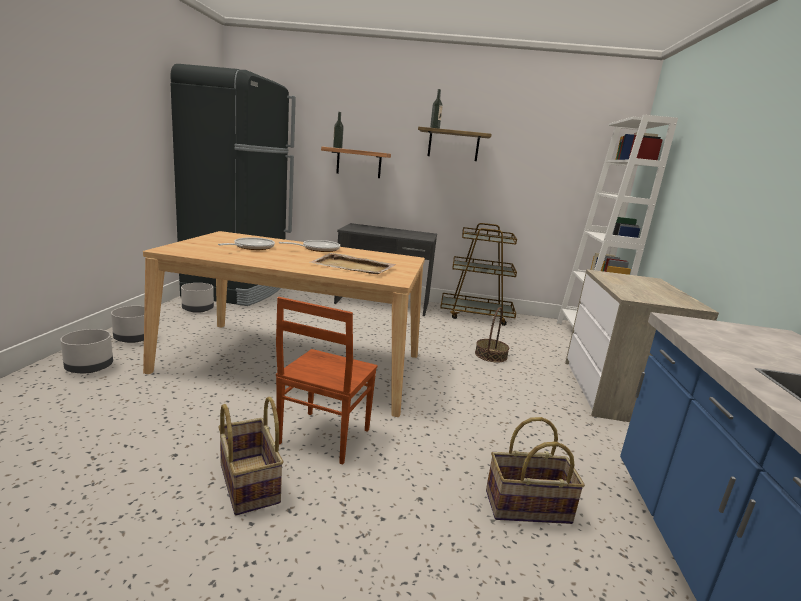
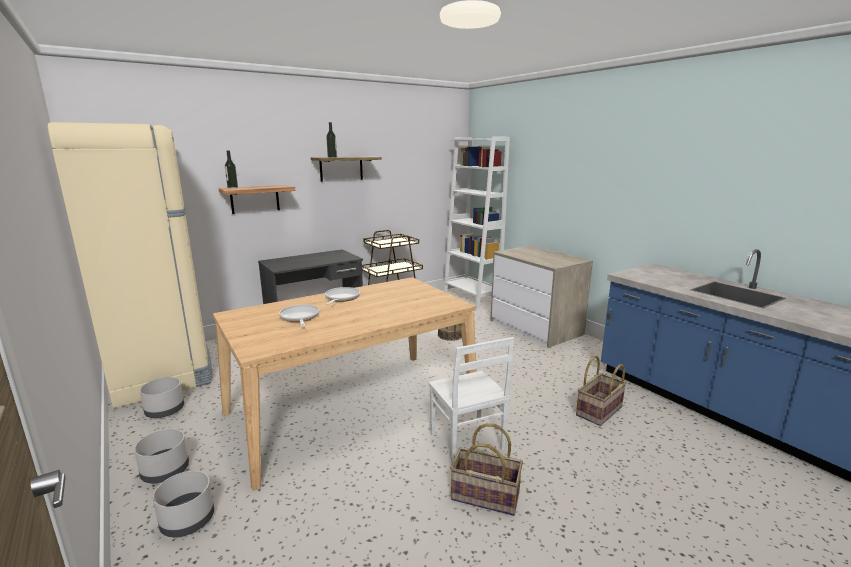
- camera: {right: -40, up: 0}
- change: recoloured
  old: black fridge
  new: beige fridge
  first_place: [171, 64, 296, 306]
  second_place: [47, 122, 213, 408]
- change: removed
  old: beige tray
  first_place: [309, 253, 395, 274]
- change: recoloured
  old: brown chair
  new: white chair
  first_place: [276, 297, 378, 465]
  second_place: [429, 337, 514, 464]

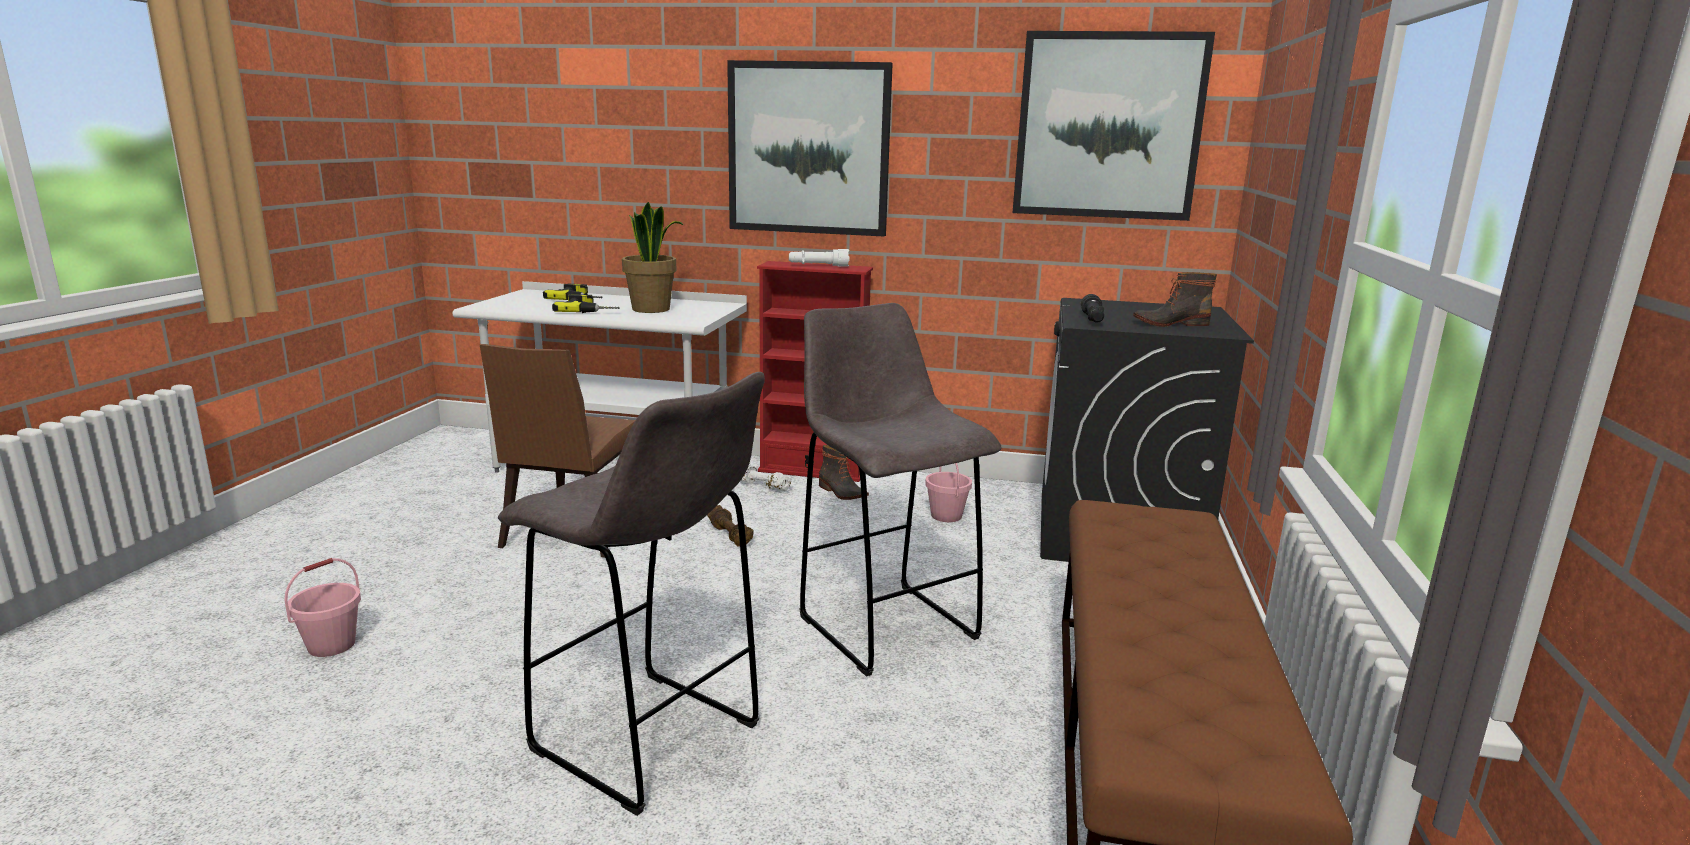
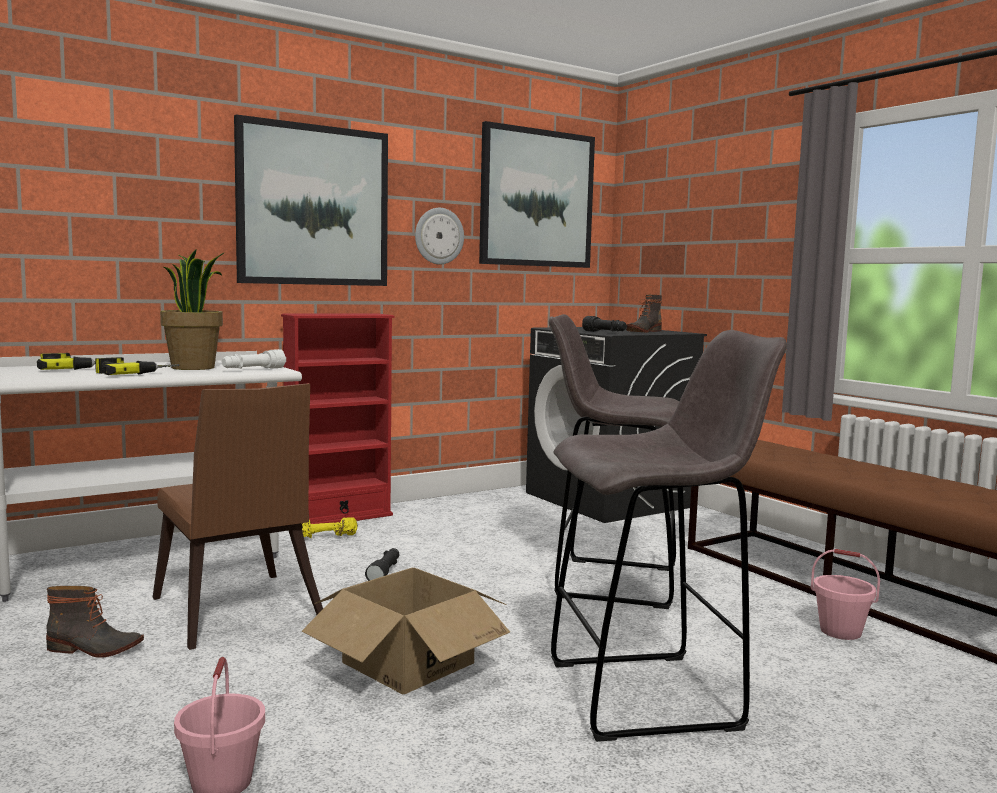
- camera: {right: -45, up: -10}
- change: moved
  old: white flashlight
  first_place: [789, 249, 849, 267]
  second_place: [222, 349, 286, 369]
- change: moved
  old: boot
  first_place: [819, 445, 869, 500]
  second_place: [46, 586, 144, 658]
- change: moved
  old: pink bucket
  first_place: [925, 463, 972, 522]
  second_place: [811, 549, 880, 640]
- change: recoloured
  old: white dumbbell
  new: yellow dumbbell
  first_place: [741, 466, 792, 491]
  second_place: [302, 517, 358, 538]
- change: replaced
  old: brown dumbbell
  new: black flashlight
  first_place: [707, 505, 753, 547]
  second_place: [365, 548, 399, 581]
- change: added
  new: wall clock
  second_place: [415, 208, 464, 264]
- change: added
  new: cardboard box
  second_place: [302, 567, 510, 694]

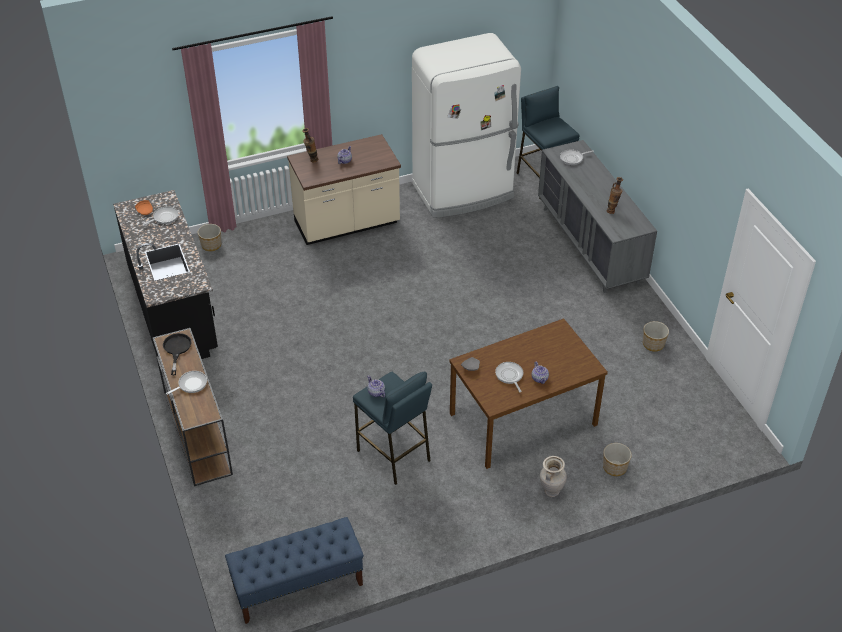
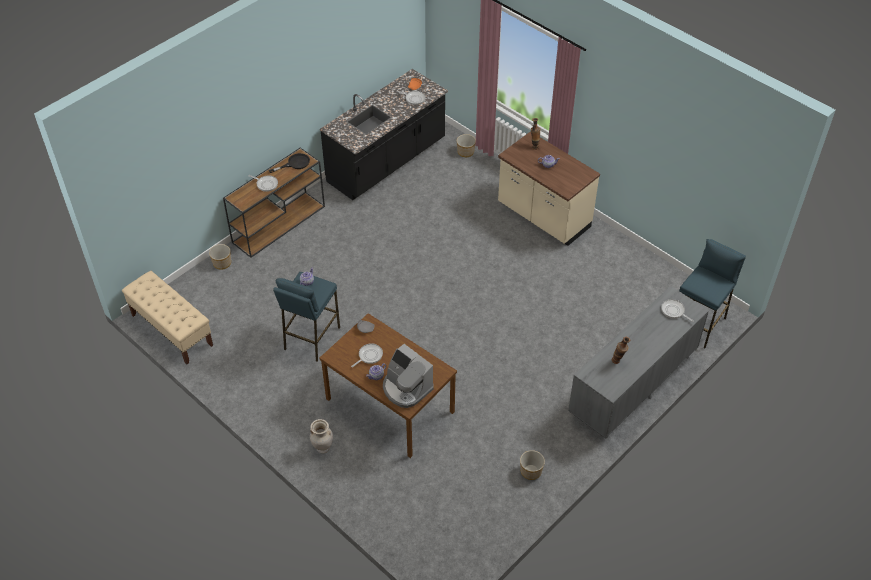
- camera: {right: 65, up: 5}
- change: removed
  old: white fridge
  first_place: [412, 33, 521, 218]
- change: moved
  old: planter
  first_place: [603, 443, 632, 476]
  second_place: [209, 244, 231, 270]
- change: recoloured
  old: blue bench
  new: beige bench
  first_place: [225, 517, 364, 624]
  second_place: [122, 271, 213, 364]
- change: added
  new: coffee machine
  second_place: [383, 344, 434, 408]

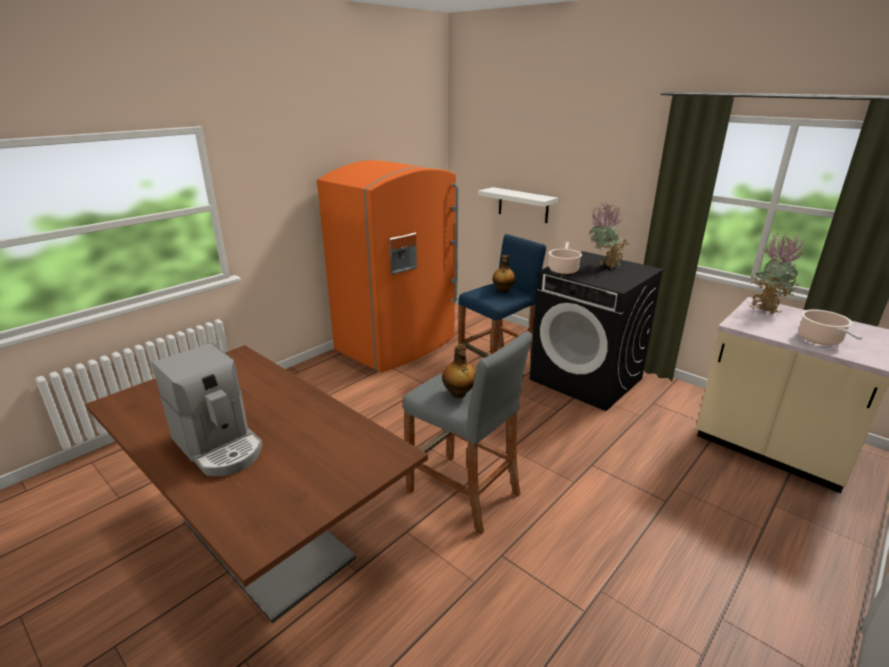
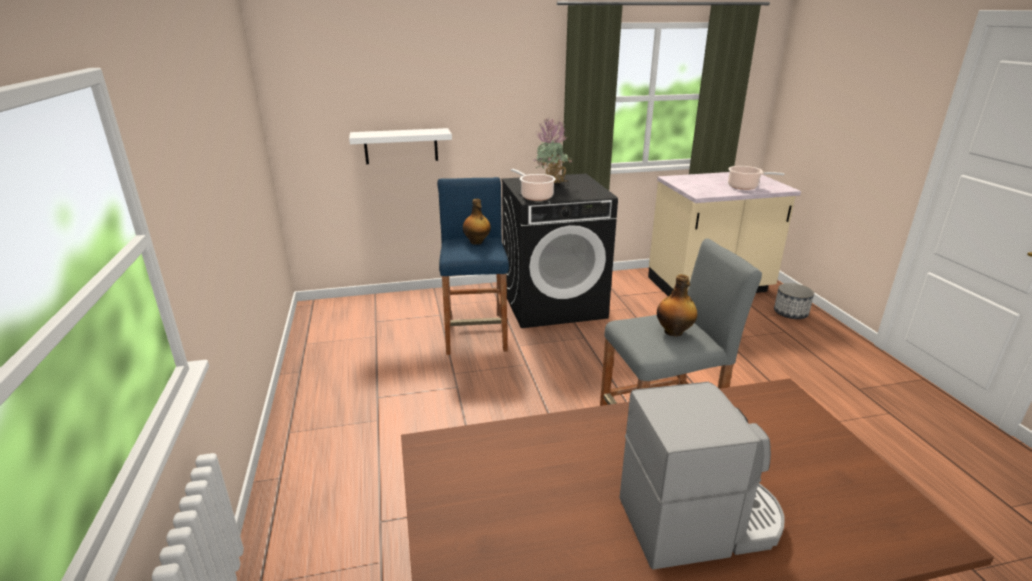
- camera: {right: -55, up: 0}
- change: removed
  old: orange fridge
  first_place: [317, 160, 458, 373]
- change: removed
  old: potted plant
  first_place: [747, 233, 804, 314]
- change: added
  new: planter
  second_place: [774, 283, 814, 319]

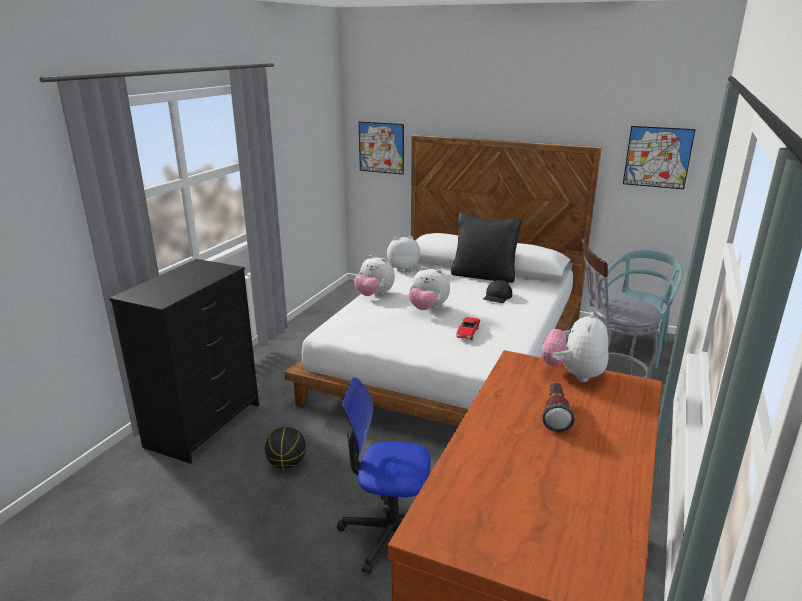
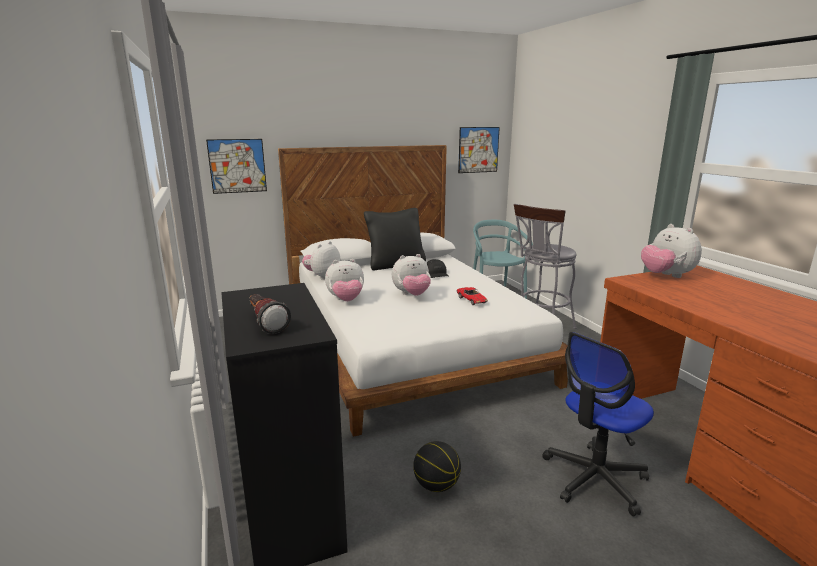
- camera: {right: -45, up: -5}
- change: moved
  old: flashlight
  first_place: [542, 382, 575, 432]
  second_place: [250, 294, 291, 334]

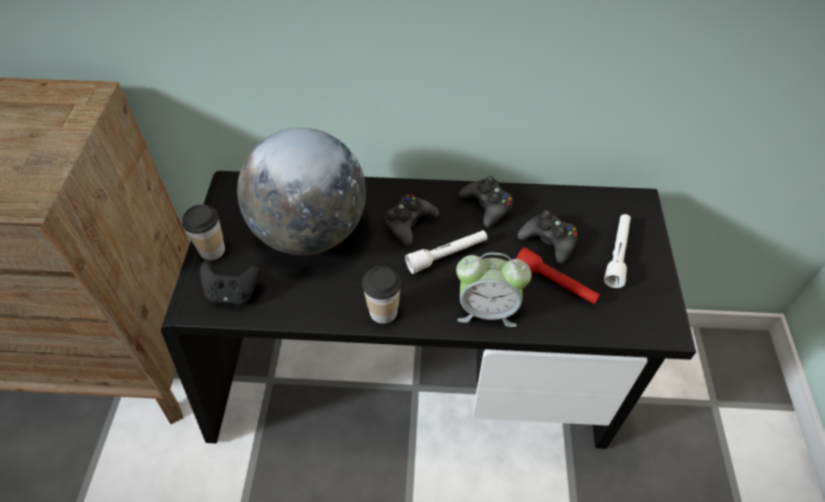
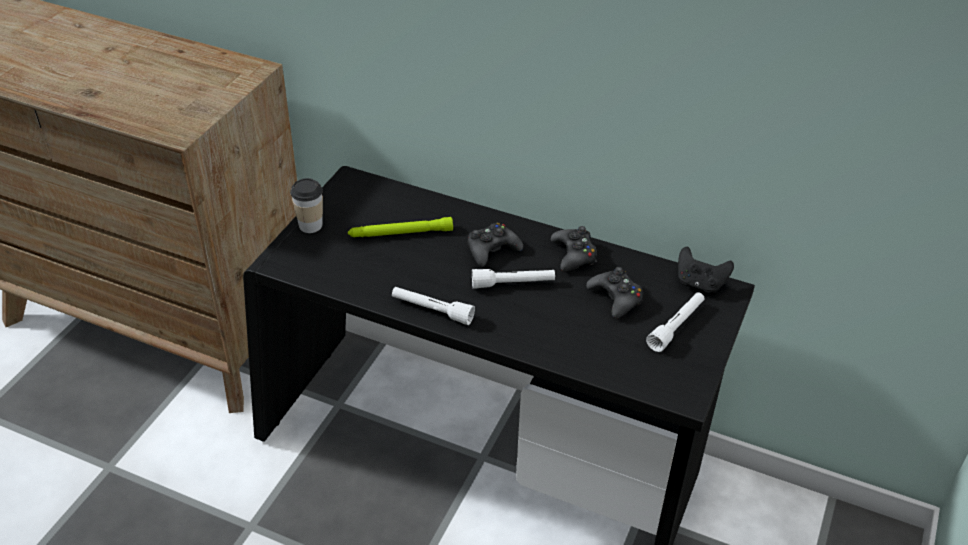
- camera: {right: 20, up: -10}
- change: replaced
  old: globe
  new: green flashlight
  first_place: [237, 128, 366, 255]
  second_place: [348, 217, 453, 237]
- change: removed
  old: red flashlight
  first_place: [516, 247, 600, 304]
- change: removed
  old: alarm clock
  first_place: [456, 253, 532, 327]
- change: moved
  old: black game controller
  first_place: [200, 260, 260, 305]
  second_place: [678, 247, 734, 294]
- change: replaced
  old: cup
  new: white flashlight
  first_place: [362, 266, 401, 324]
  second_place: [392, 287, 475, 325]

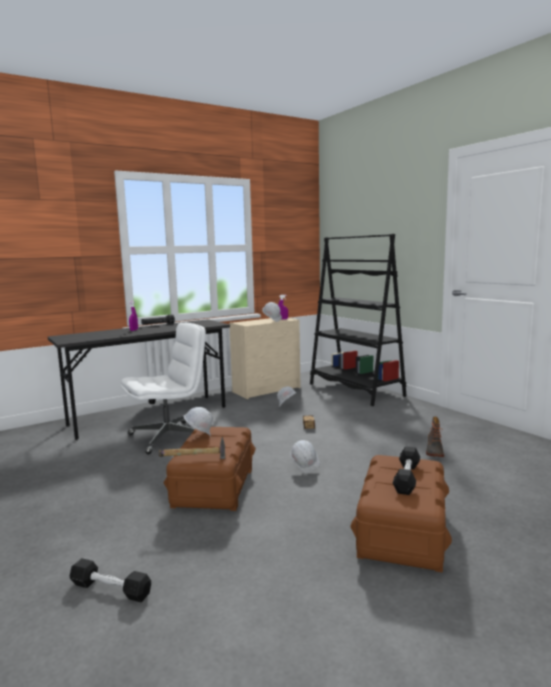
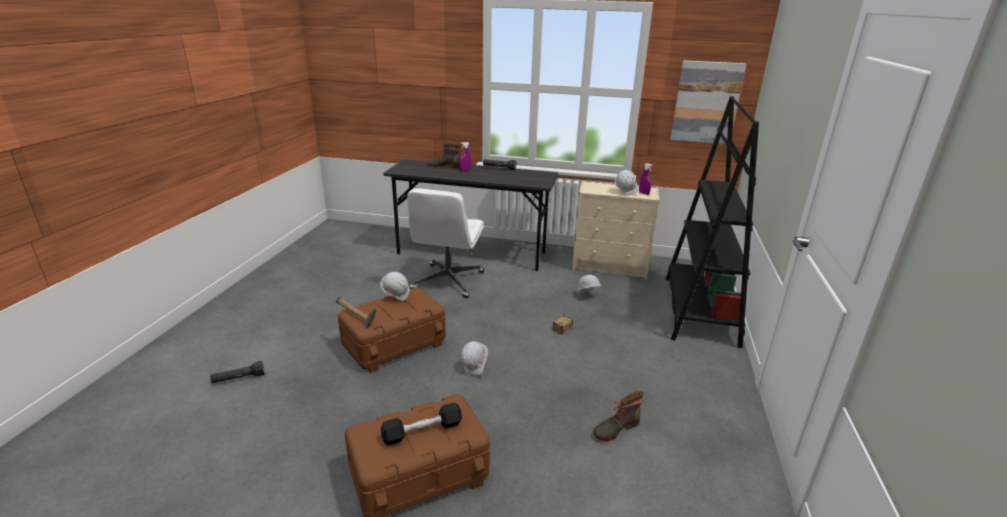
- camera: {right: 45, up: 15}
- change: turned
  old: white office chair
  first_place: [121, 323, 206, 455]
  second_place: [407, 188, 484, 298]
  degrees: 90
- change: replaced
  old: black dumbbell
  new: black flashlight
  first_place: [70, 558, 151, 602]
  second_place: [210, 361, 264, 383]
- change: added
  new: picture
  second_place: [671, 60, 746, 144]
- change: added
  new: boot
  second_place: [426, 143, 461, 168]

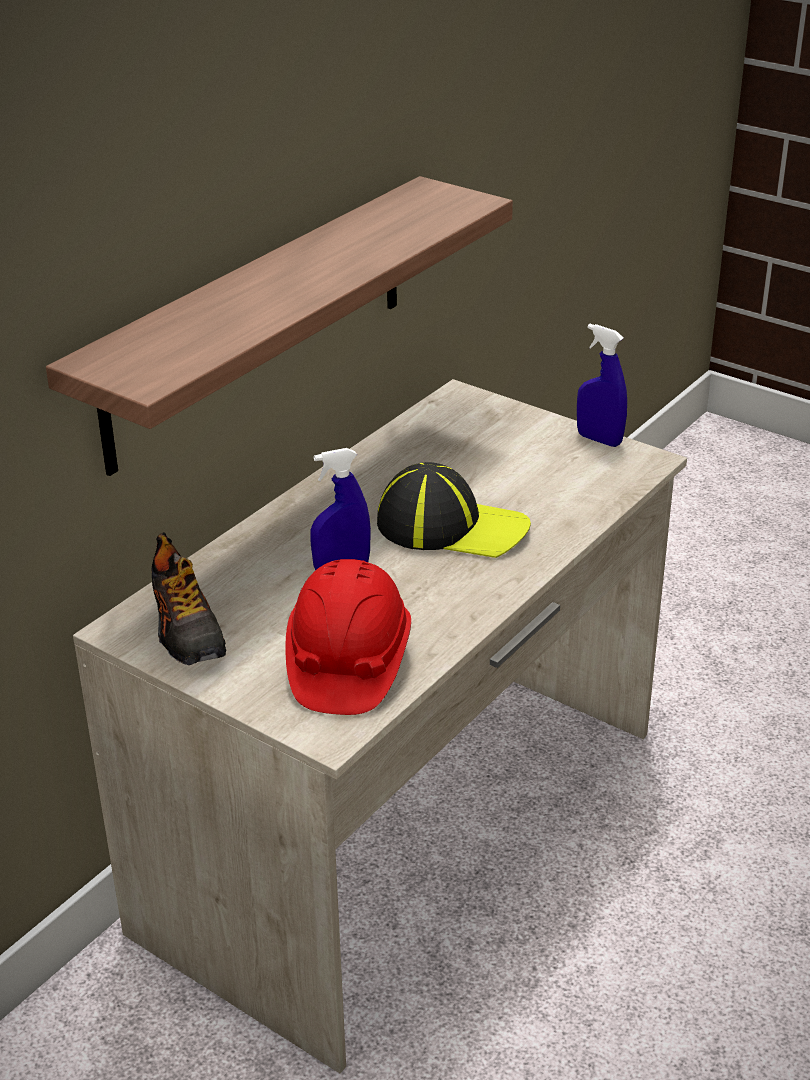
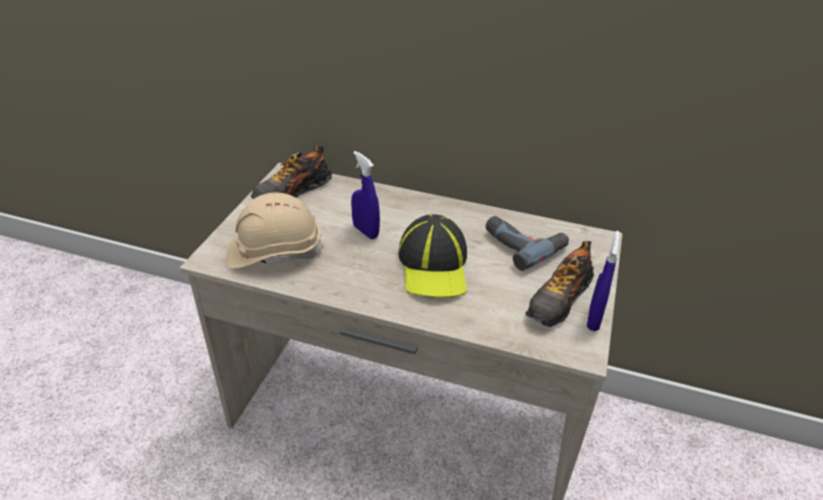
- camera: {right: 70, up: 5}
- change: removed
  old: shelf
  first_place: [46, 176, 513, 476]
- change: recoloured
  old: red hard hat
  new: beige hard hat
  first_place: [286, 559, 411, 715]
  second_place: [226, 192, 323, 269]
- change: added
  new: power drill
  second_place: [485, 216, 569, 271]
- change: added
  new: shoe
  second_place: [526, 241, 594, 327]

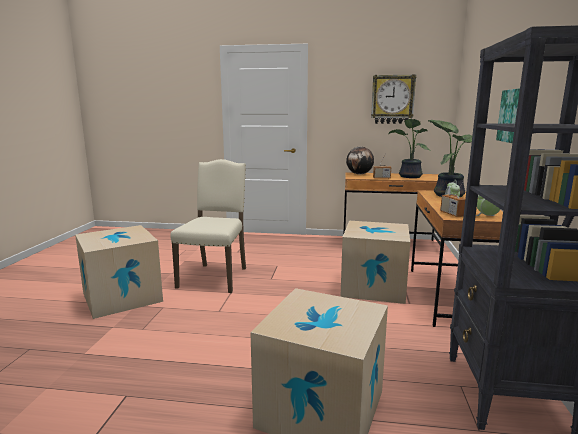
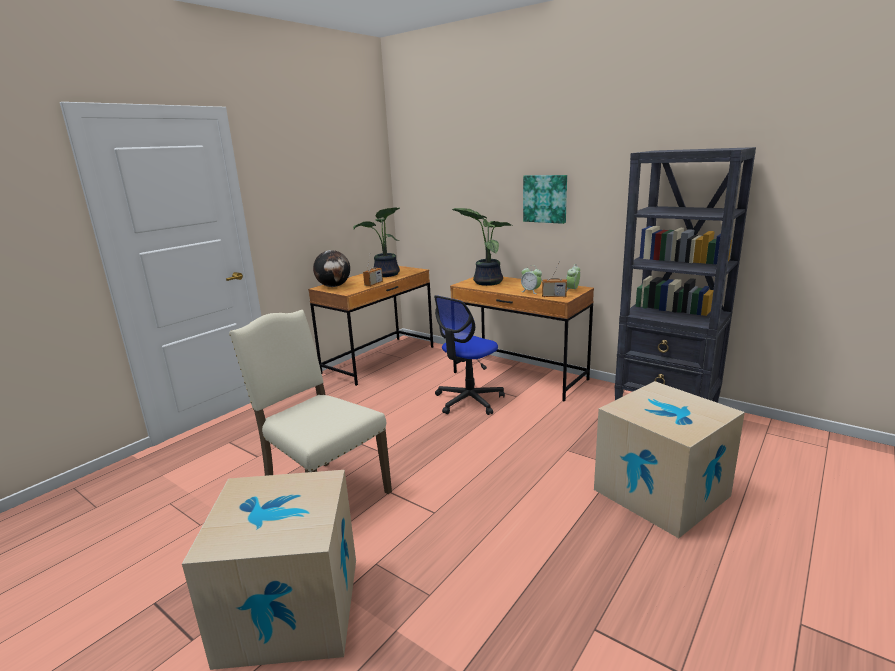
- camera: {right: -60, up: 5}
- change: removed
  old: wall clock
  first_place: [371, 74, 416, 124]
- change: replaced
  old: cardboard box
  new: office chair
  first_place: [340, 221, 410, 304]
  second_place: [434, 295, 505, 415]

